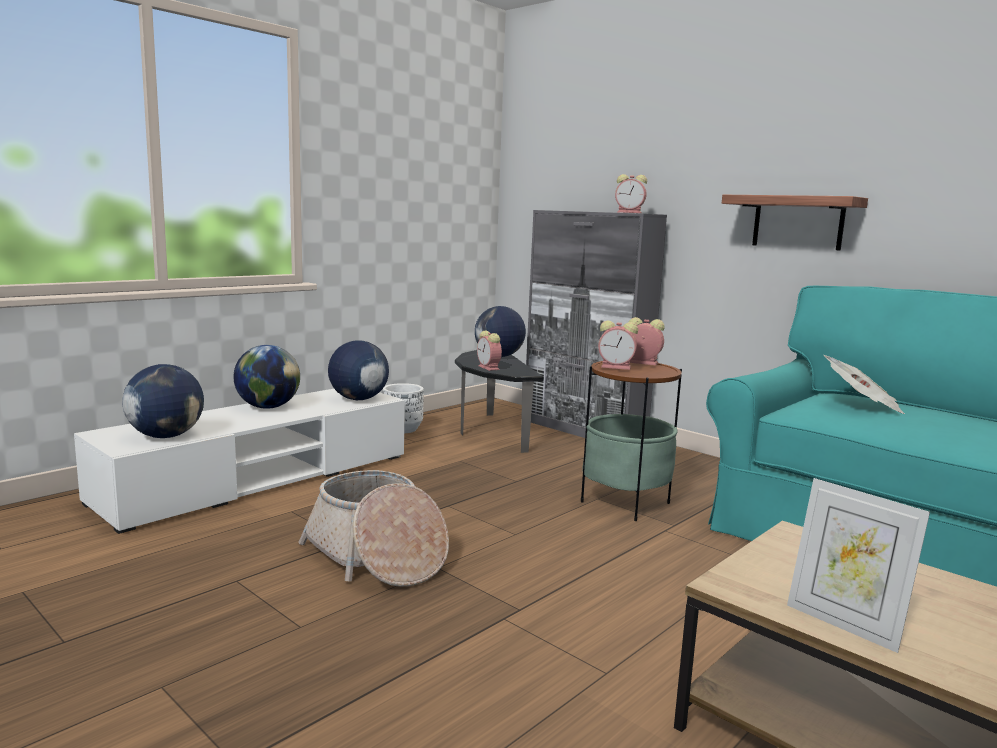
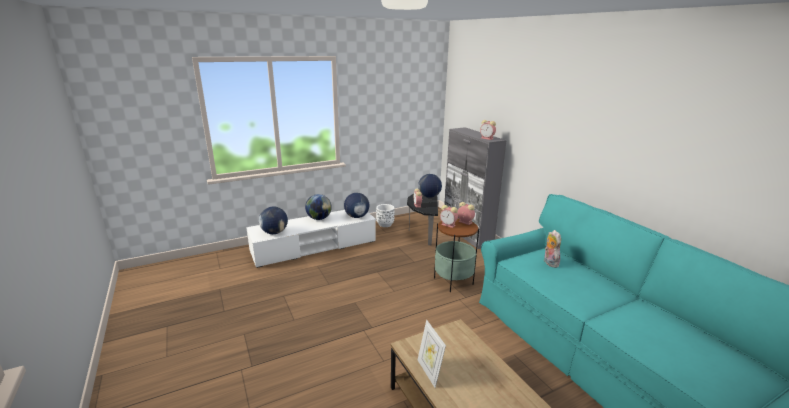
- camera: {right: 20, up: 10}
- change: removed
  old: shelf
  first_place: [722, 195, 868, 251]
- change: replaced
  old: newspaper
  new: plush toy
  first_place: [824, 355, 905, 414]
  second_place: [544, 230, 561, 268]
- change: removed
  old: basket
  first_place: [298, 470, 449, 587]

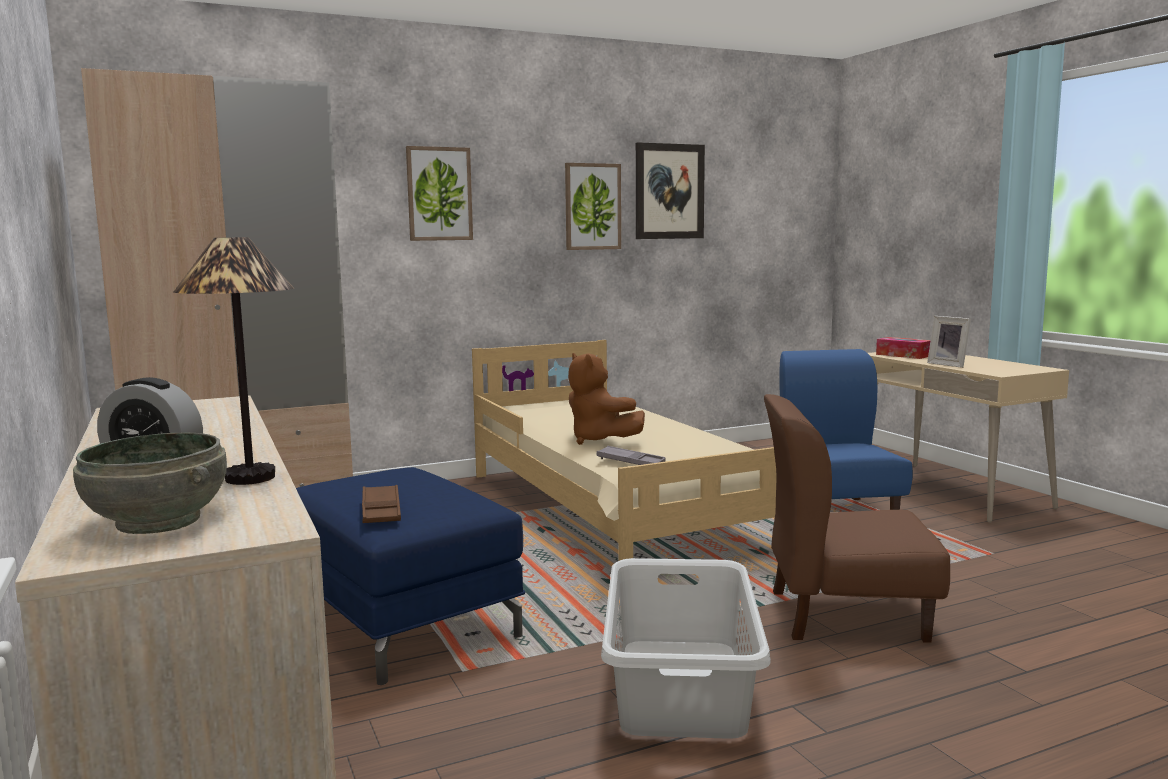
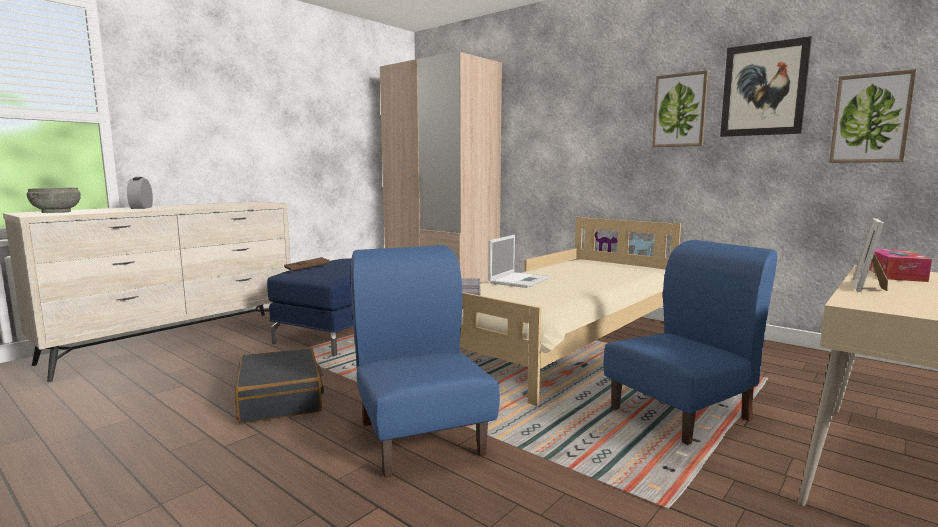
- camera: {right: 65, up: 0}
- change: moved
  old: picture
  first_place: [406, 146, 473, 241]
  second_place: [829, 69, 916, 163]
- change: removed
  old: table lamp
  first_place: [174, 237, 294, 485]
- change: replaced
  old: brown plush toy
  new: laptop
  first_place: [568, 353, 645, 445]
  second_place: [488, 235, 550, 288]
- change: recoloured
  old: brown chair
  new: blue chair
  first_place: [764, 394, 950, 642]
  second_place: [351, 245, 500, 478]
- change: replaced
  old: grey laundry basket
  new: black suitcase
  first_place: [601, 558, 771, 739]
  second_place: [235, 348, 324, 424]

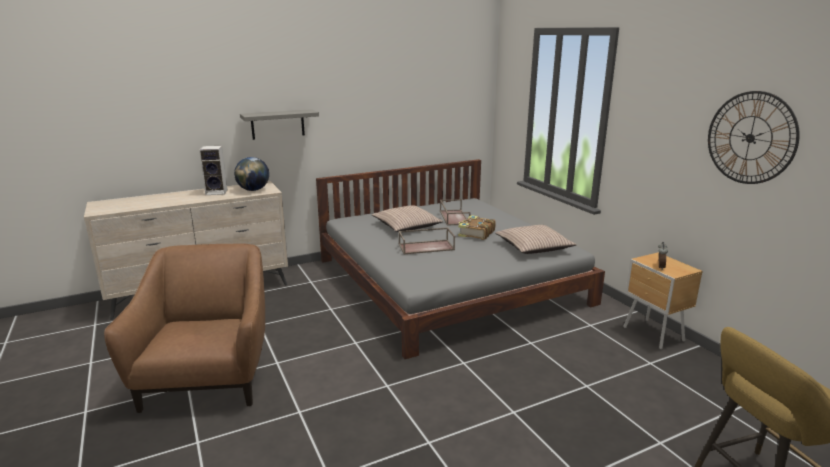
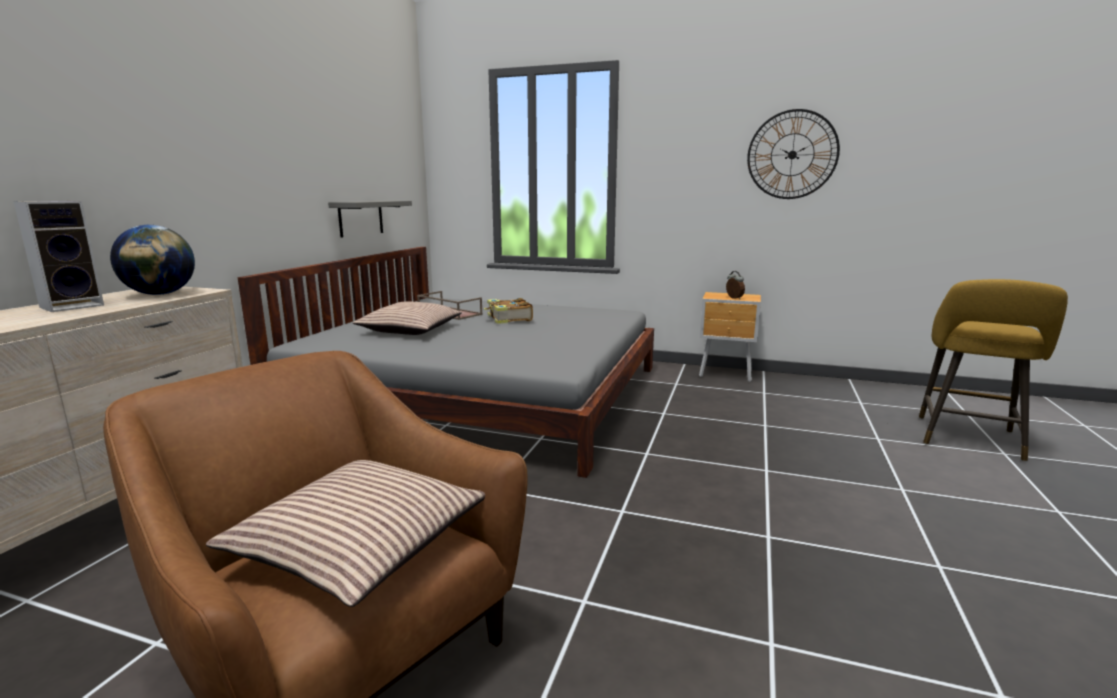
- camera: {right: -45, up: -5}
- change: moved
  old: grey shelf
  first_place: [240, 109, 319, 140]
  second_place: [328, 201, 412, 238]
- change: moved
  old: pillow
  first_place: [495, 225, 577, 254]
  second_place: [206, 460, 485, 607]
- change: removed
  old: brown tray
  first_place: [398, 227, 455, 254]

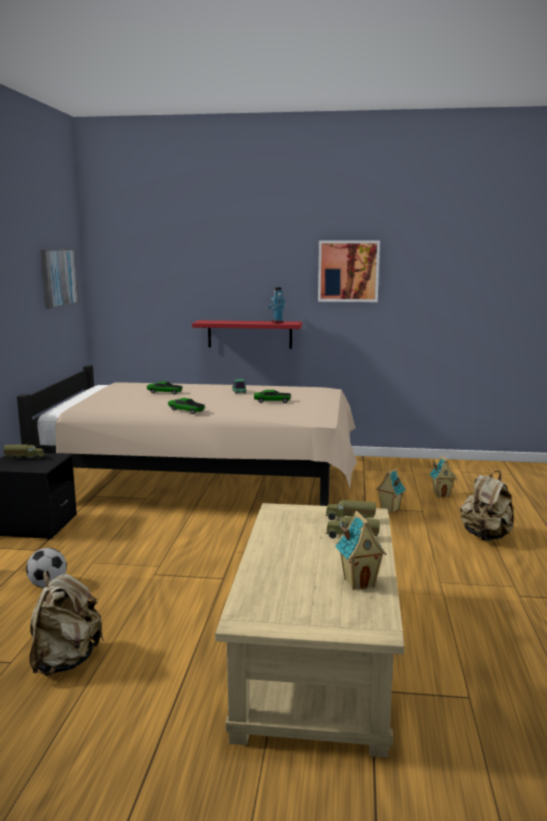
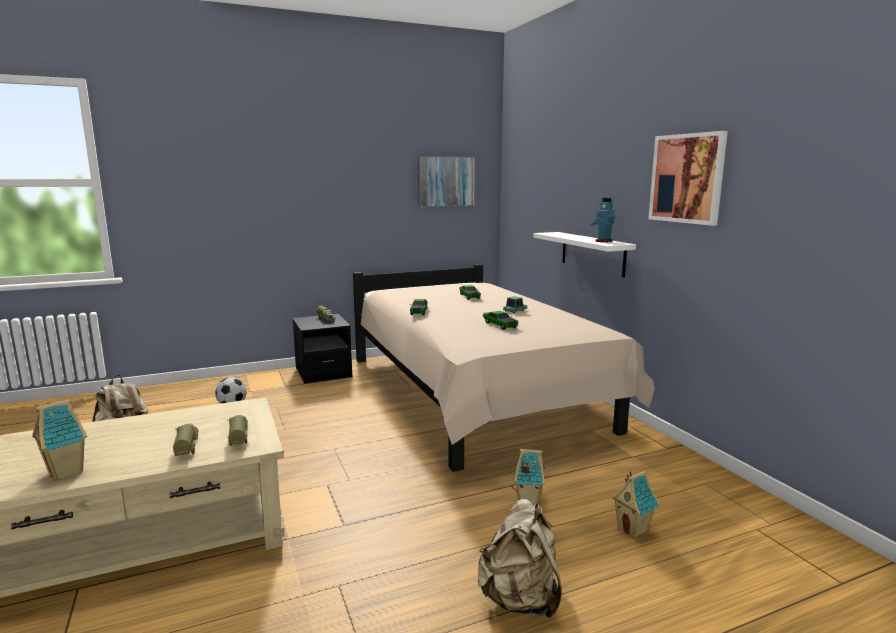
- camera: {right: 60, up: 0}
- change: recoloured
  old: red shelf
  new: white shelf
  first_place: [192, 320, 302, 349]
  second_place: [533, 232, 636, 278]

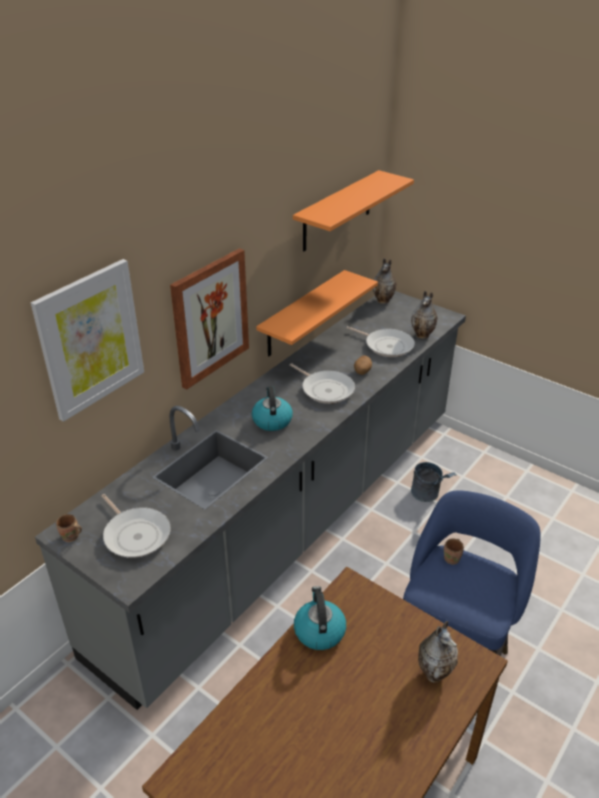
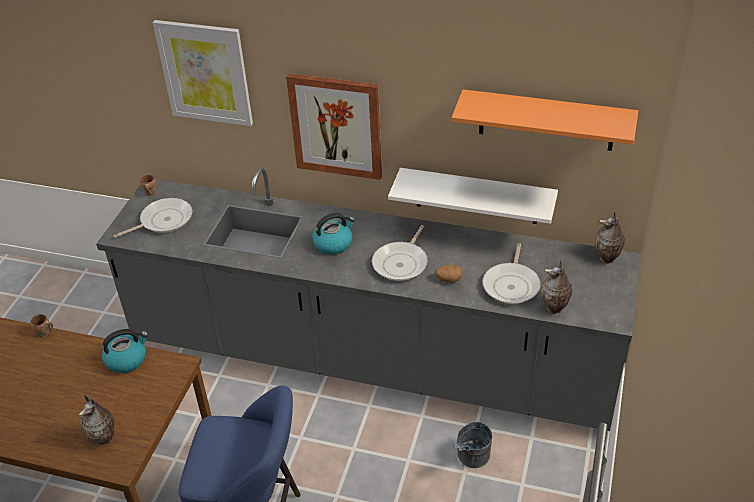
- camera: {right: 70, up: 5}
- change: recoloured
  old: orange shelf
  new: white shelf
  first_place: [256, 270, 378, 356]
  second_place: [388, 168, 558, 224]
- change: turned
  old: frying pan
  first_place: [101, 494, 171, 558]
  second_place: [114, 198, 192, 237]
  degrees: -150
- change: moved
  old: brown mug
  first_place: [444, 538, 464, 564]
  second_place: [30, 314, 53, 338]

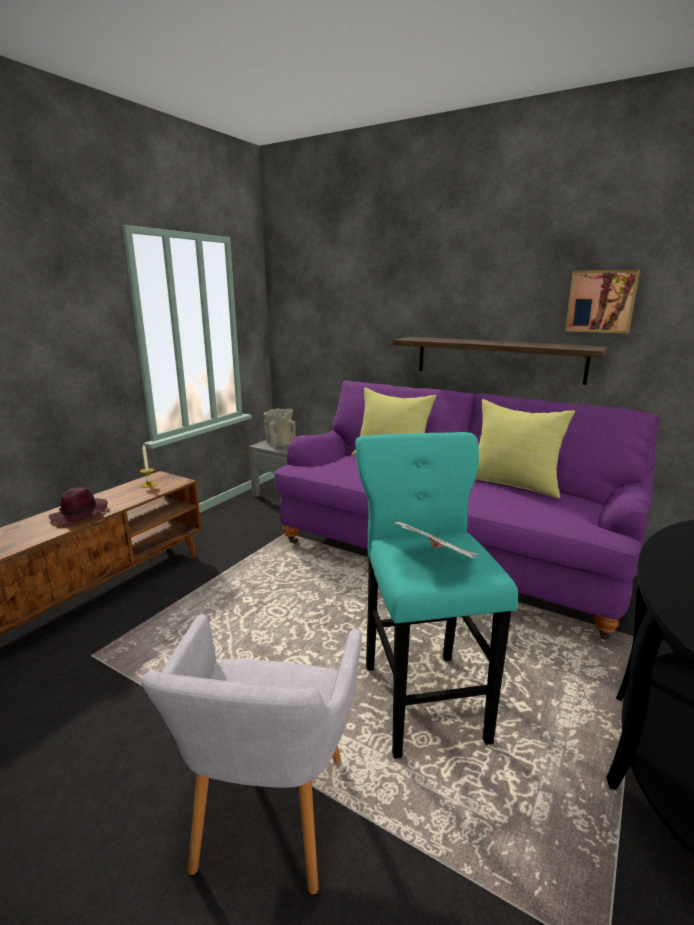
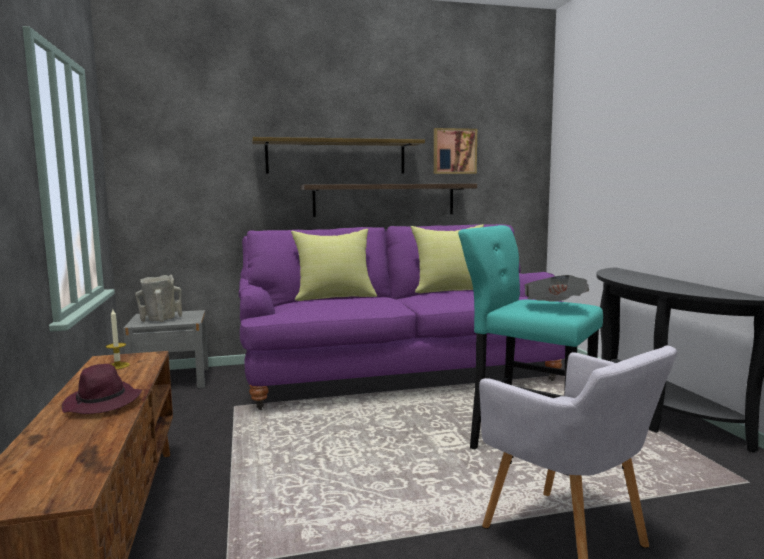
- camera: {right: -45, up: -10}
- change: added
  new: shelf
  second_place: [252, 137, 425, 174]

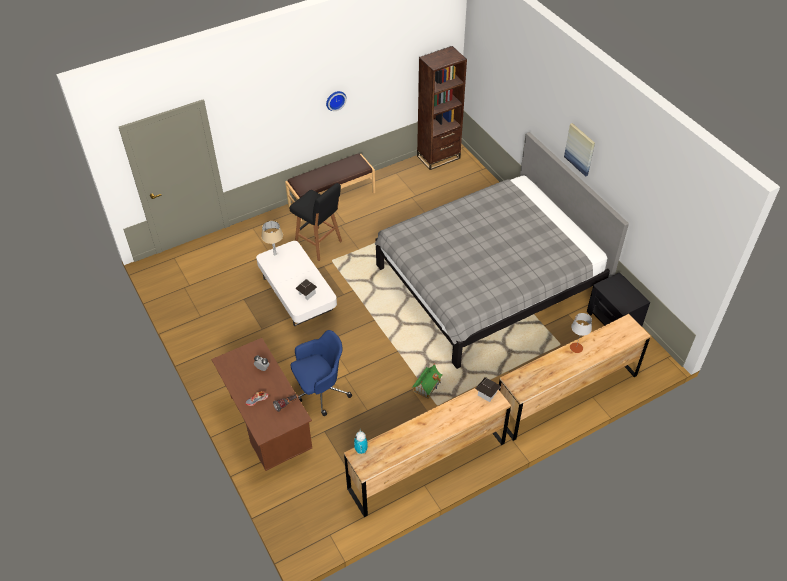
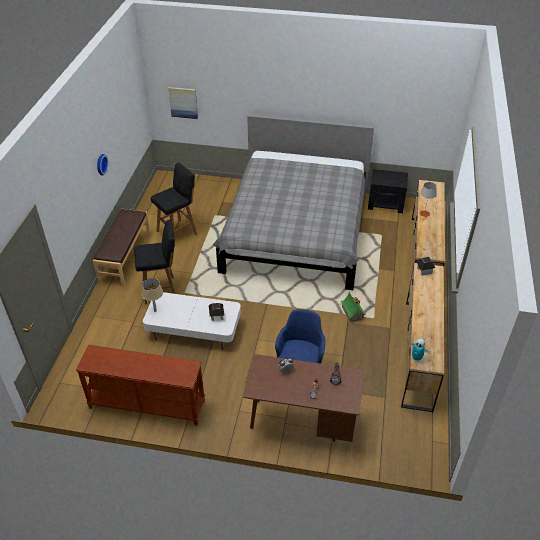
- camera: {right: -50, up: -5}
- change: removed
  old: brown bookcase
  first_place: [417, 46, 467, 170]
- change: moved
  old: picture
  first_place: [564, 123, 595, 177]
  second_place: [168, 87, 198, 119]
- change: added
  new: black stool
  second_place: [151, 162, 197, 246]
- change: added
  new: brown console table
  second_place: [76, 345, 205, 426]

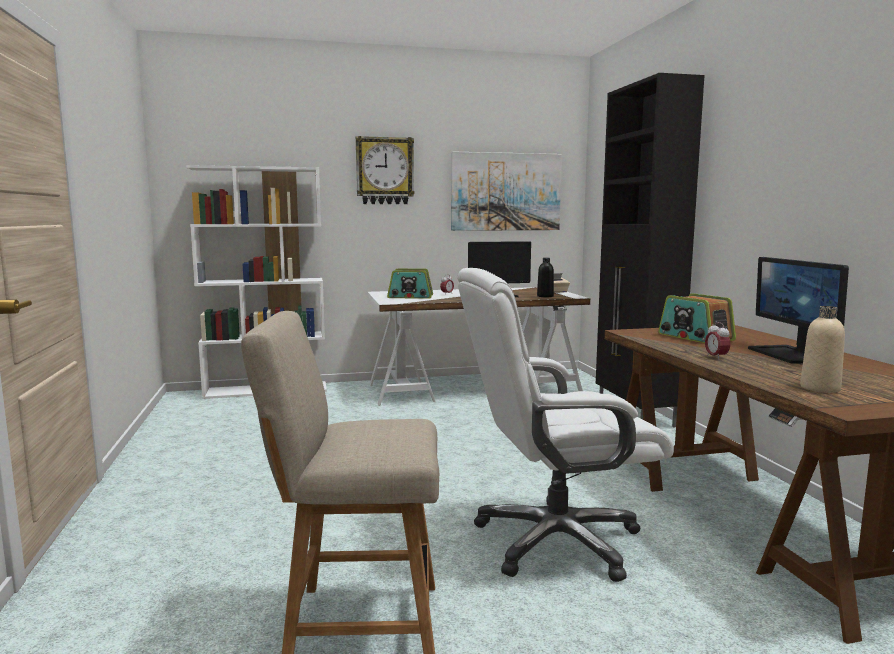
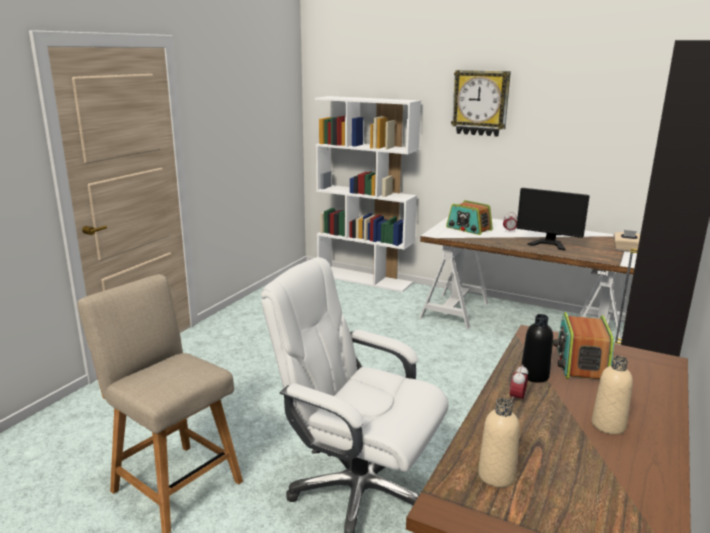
- camera: {right: 40, up: 10}
- change: removed
  old: picture
  first_place: [451, 152, 562, 231]
- change: replaced
  old: monitor
  new: beige bottle
  first_place: [748, 257, 849, 364]
  second_place: [592, 356, 633, 435]
- change: moved
  old: black bottle
  first_place: [537, 258, 554, 297]
  second_place: [521, 314, 553, 383]

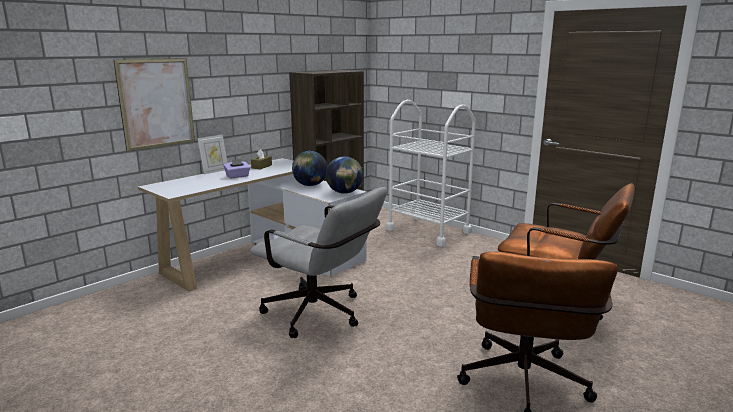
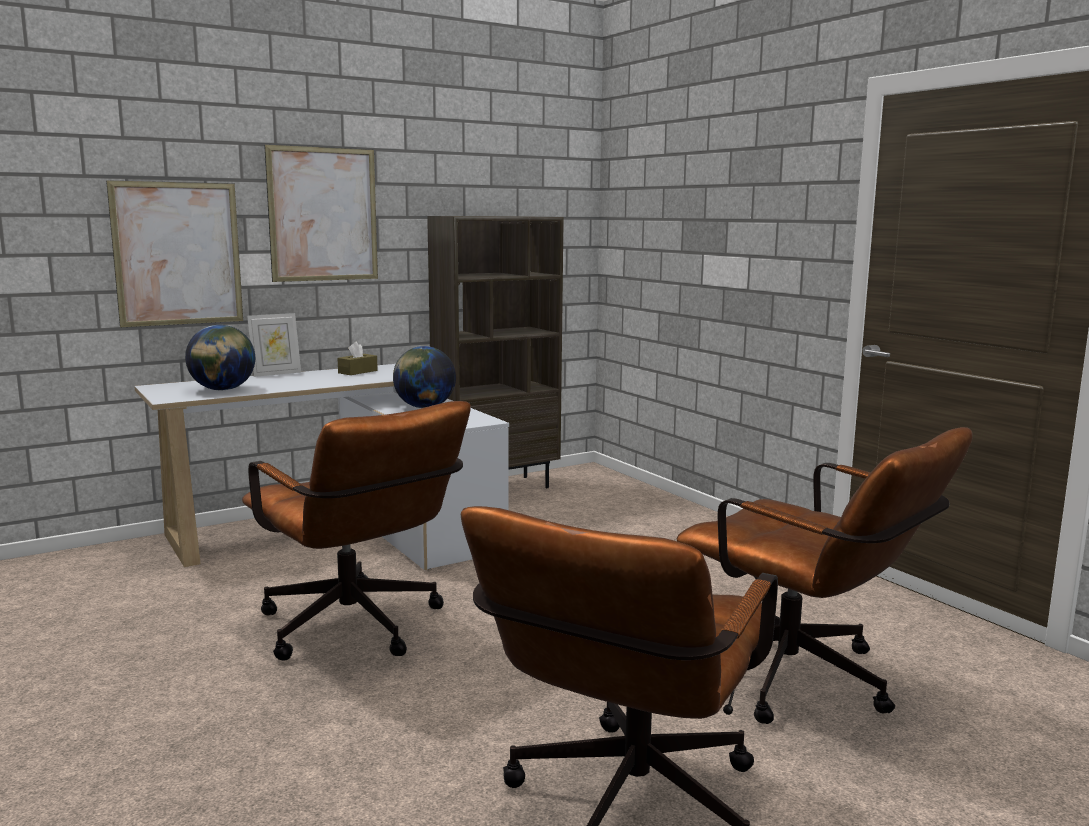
- camera: {right: 15, up: -5}
- change: removed
  old: white cart
  first_place: [386, 100, 476, 247]
- change: moved
  old: globe
  first_place: [326, 156, 363, 194]
  second_place: [185, 325, 255, 390]
- change: removed
  old: purple tissue box
  first_place: [223, 159, 250, 178]
- change: recoloured
  old: grey office chair
  new: brown office chair
  first_place: [250, 187, 387, 338]
  second_place: [242, 401, 471, 660]
- change: added
  new: picture
  second_place: [264, 145, 378, 282]

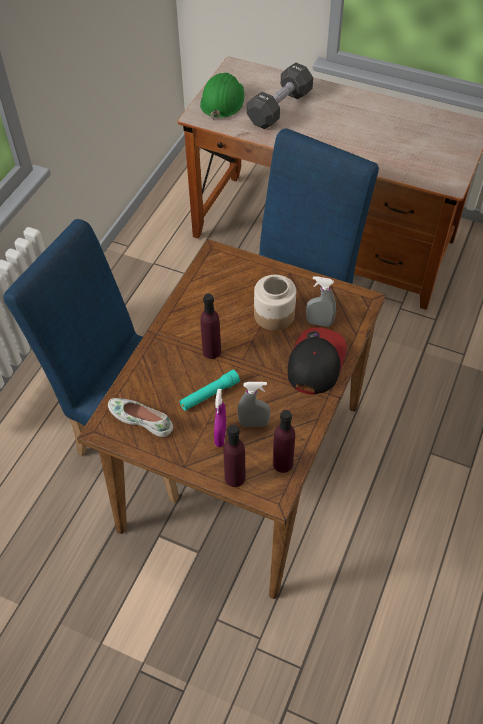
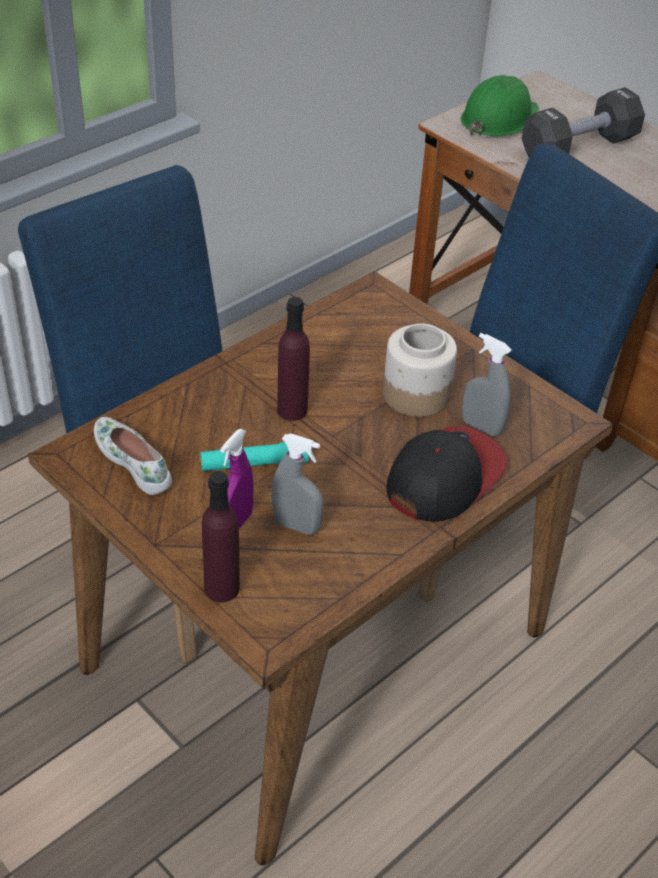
- camera: {right: 20, up: -10}
- change: removed
  old: purple bottle
  first_place: [273, 410, 295, 473]

